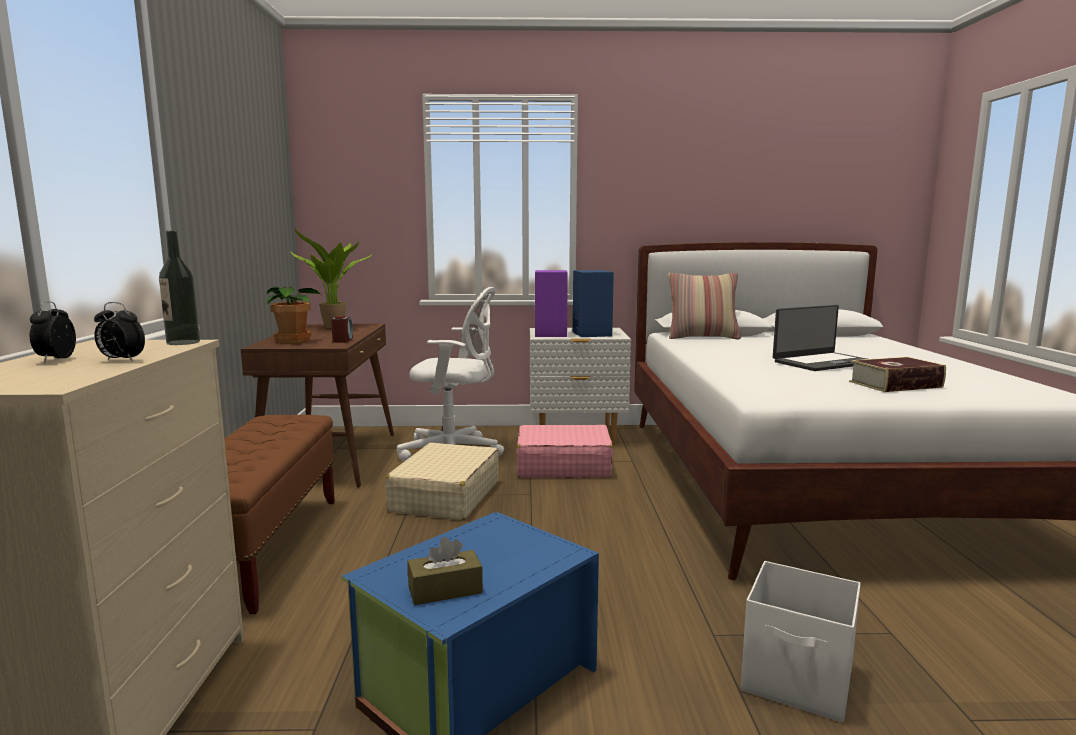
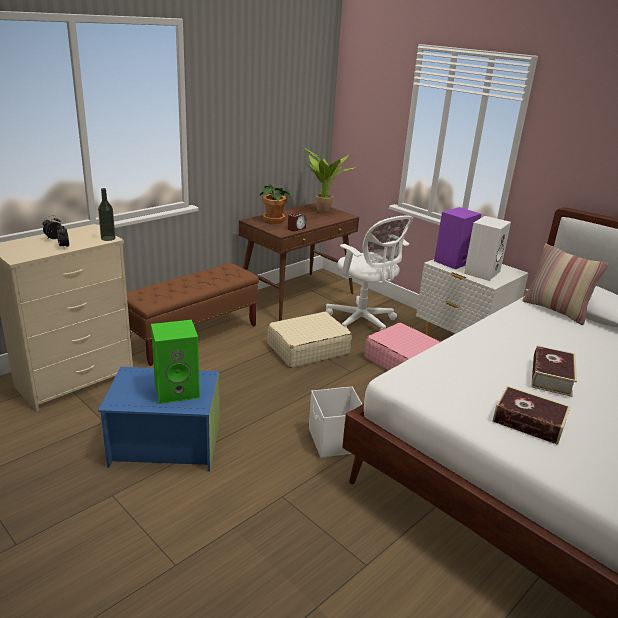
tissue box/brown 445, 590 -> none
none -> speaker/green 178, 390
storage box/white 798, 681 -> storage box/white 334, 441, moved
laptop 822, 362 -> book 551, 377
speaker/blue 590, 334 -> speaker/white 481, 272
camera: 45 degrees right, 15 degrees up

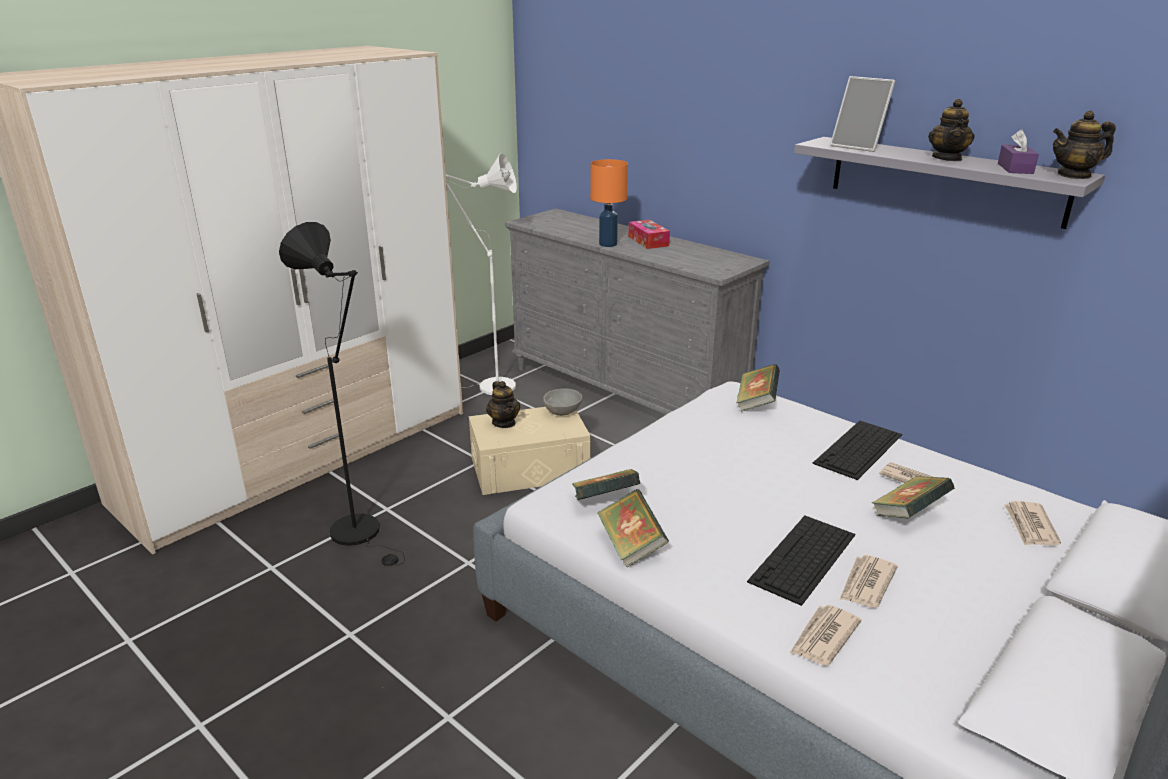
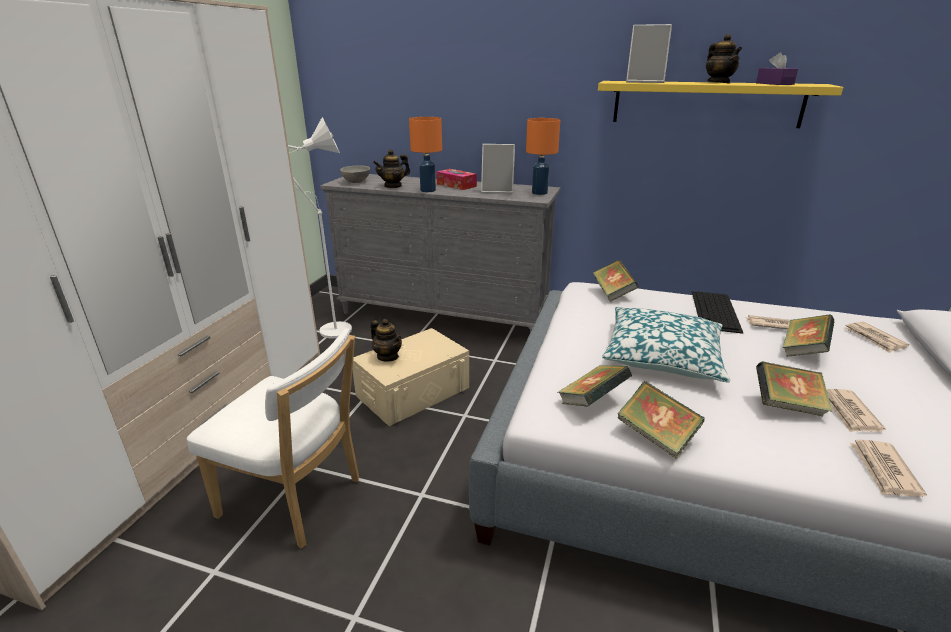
none -> picture frame 497, 190
none -> table lamp/orange 539, 193
none -> pillow 662, 355
bowl/grey 563, 413 -> bowl/grey 357, 182, moved
teapot 1074, 175 -> teapot 393, 186, moved
floor lamp/black 362, 534 -> chair/white 296, 499
keyboard 803, 558 -> book 787, 405
shelf/grey 945, 180 -> shelf/yellow 706, 103
camera: 25 degrees left, 0 degrees up

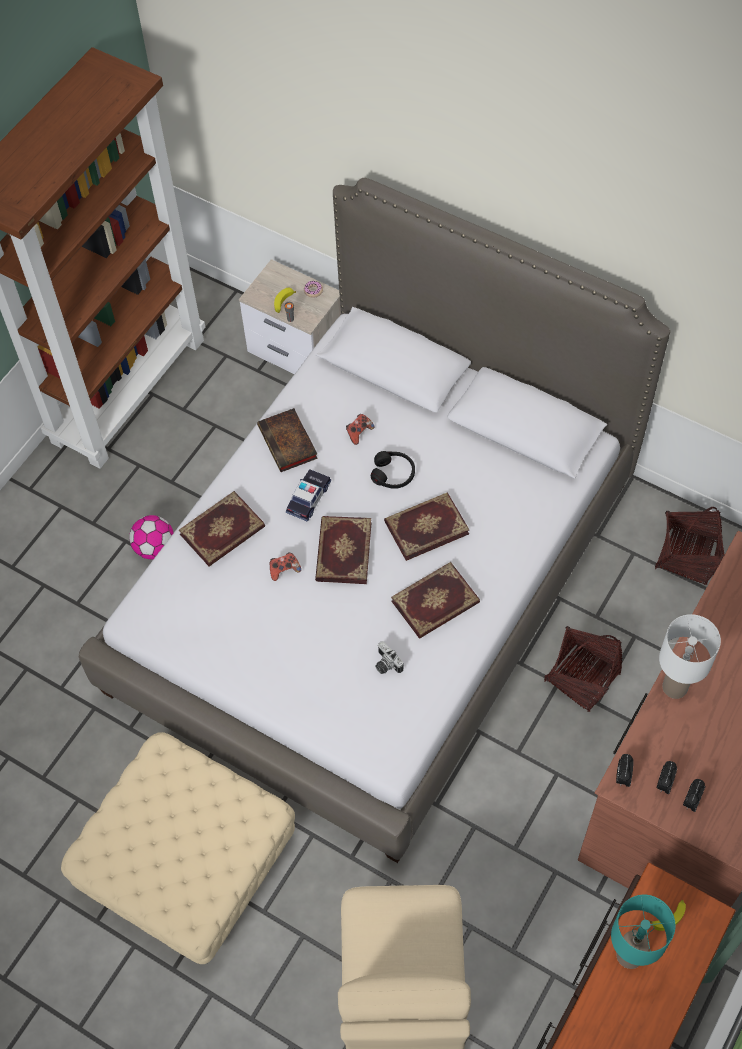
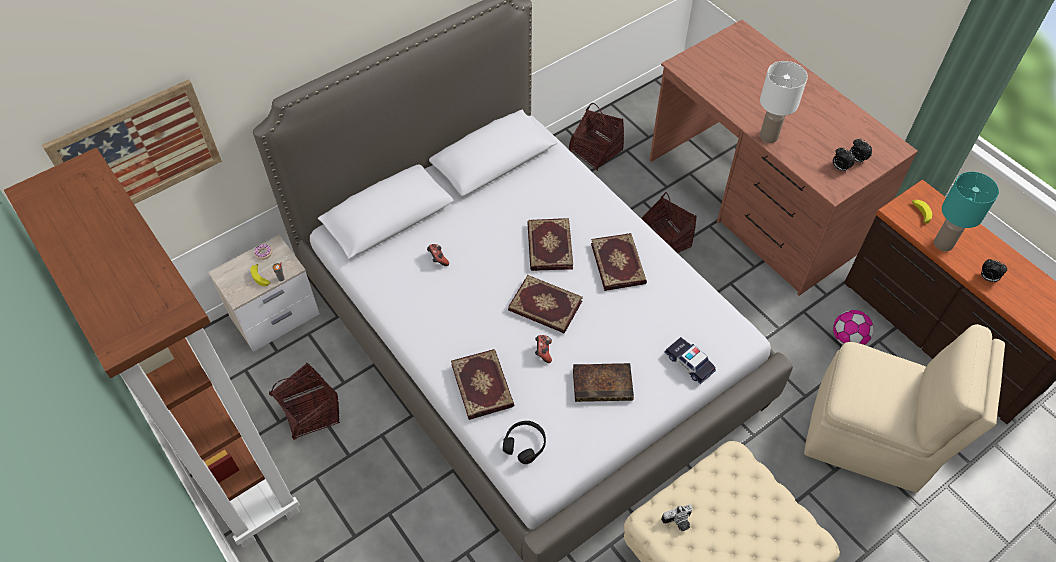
none -> picture 137, 152
none -> basket 310, 412
football 155, 548 -> football 848, 339, moved
book 289, 443 -> book 604, 384, moved
toy car 308, 498 -> toy car 689, 363, moved
headphones/black 393, 474 -> headphones/black 525, 444, moved
photo camera 385, 664 -> photo camera 678, 522, moved
alarm clock 622, 777 -> alarm clock 987, 278, moved
camera: 70 degrees left, 5 degrees down

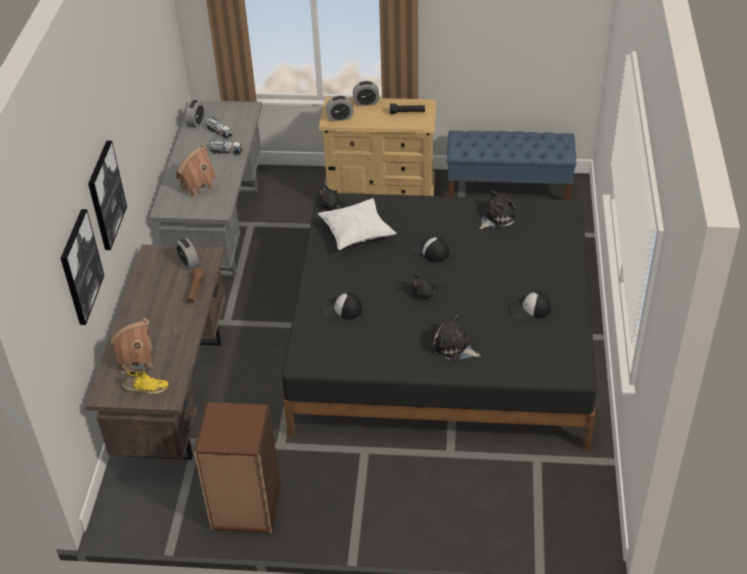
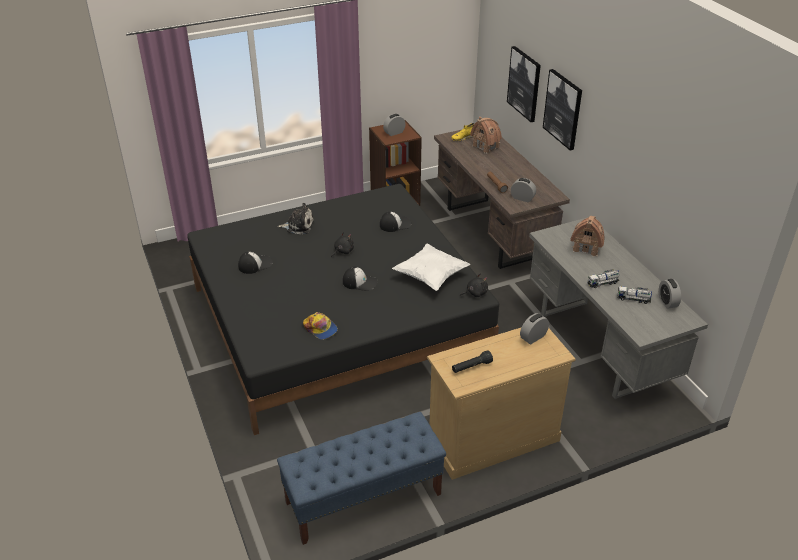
alarm clock 366, 103 -> alarm clock 394, 132, moved
plush toy 497, 218 -> cap 320, 328
camera: 150 degrees right, 5 degrees down

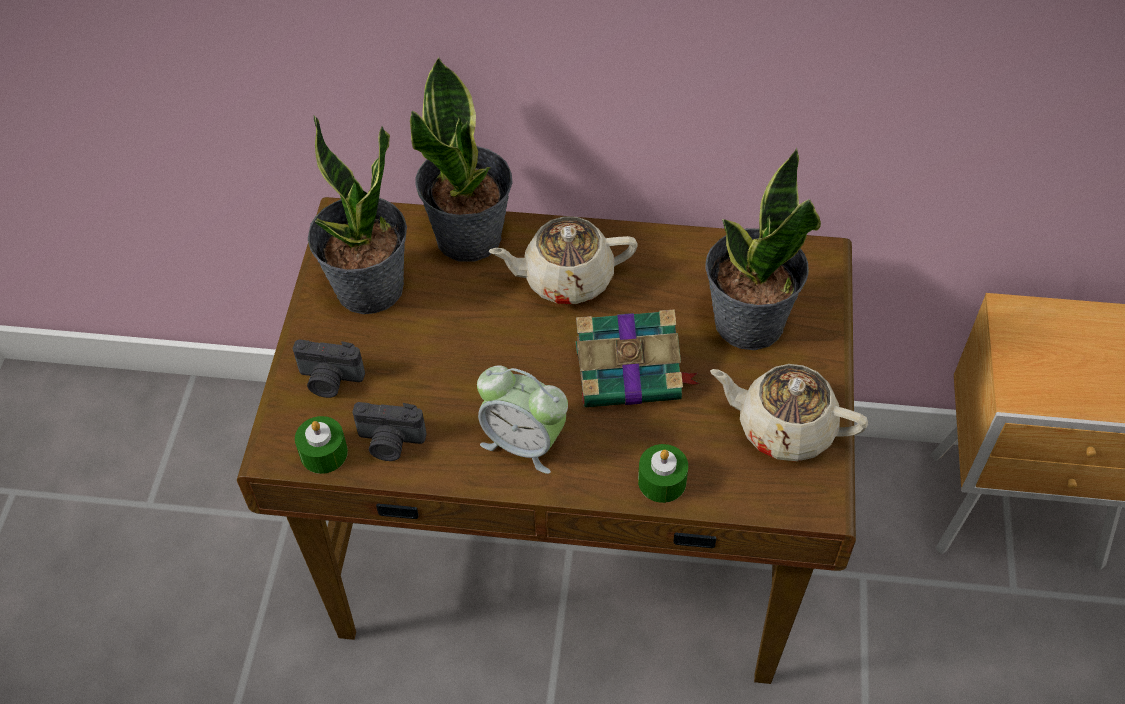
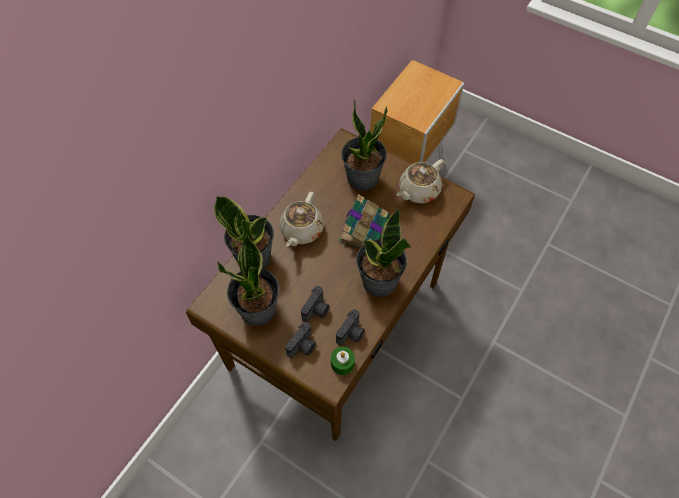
candle/green 662, 481 -> none
none -> photo camera 316, 310
alarm clock 524, 442 -> potted plant 379, 282
camera: 65 degrees left, 5 degrees up

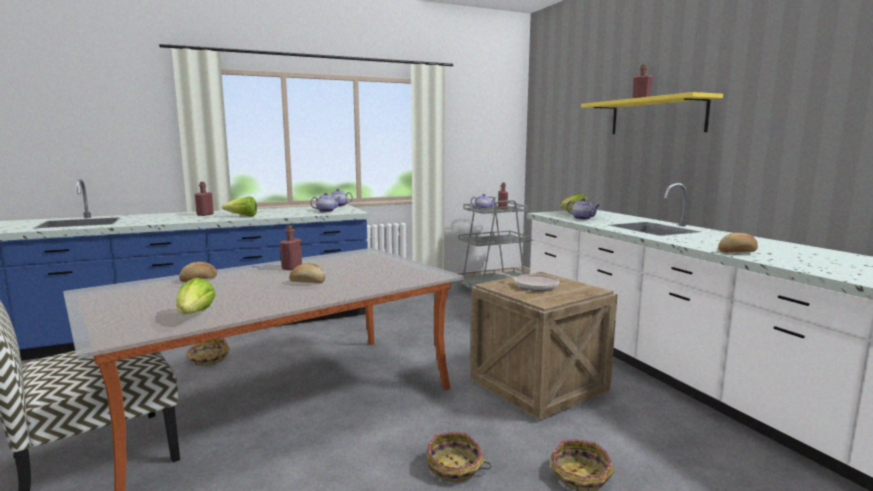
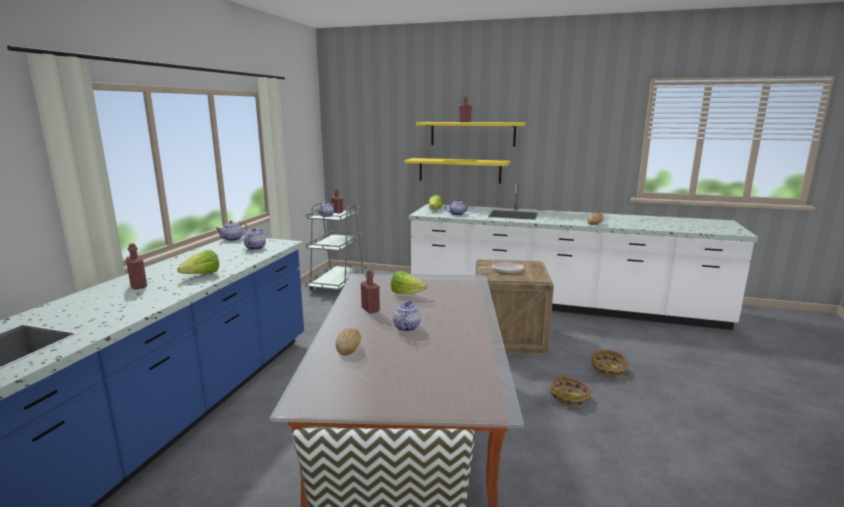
basket 208, 359 -> none
bread 307, 282 -> none
none -> teapot 406, 327
none -> shelf/yellow 459, 170
lettuce 195, 315 -> lettuce 406, 294, moved
camera: 50 degrees left, 5 degrees up

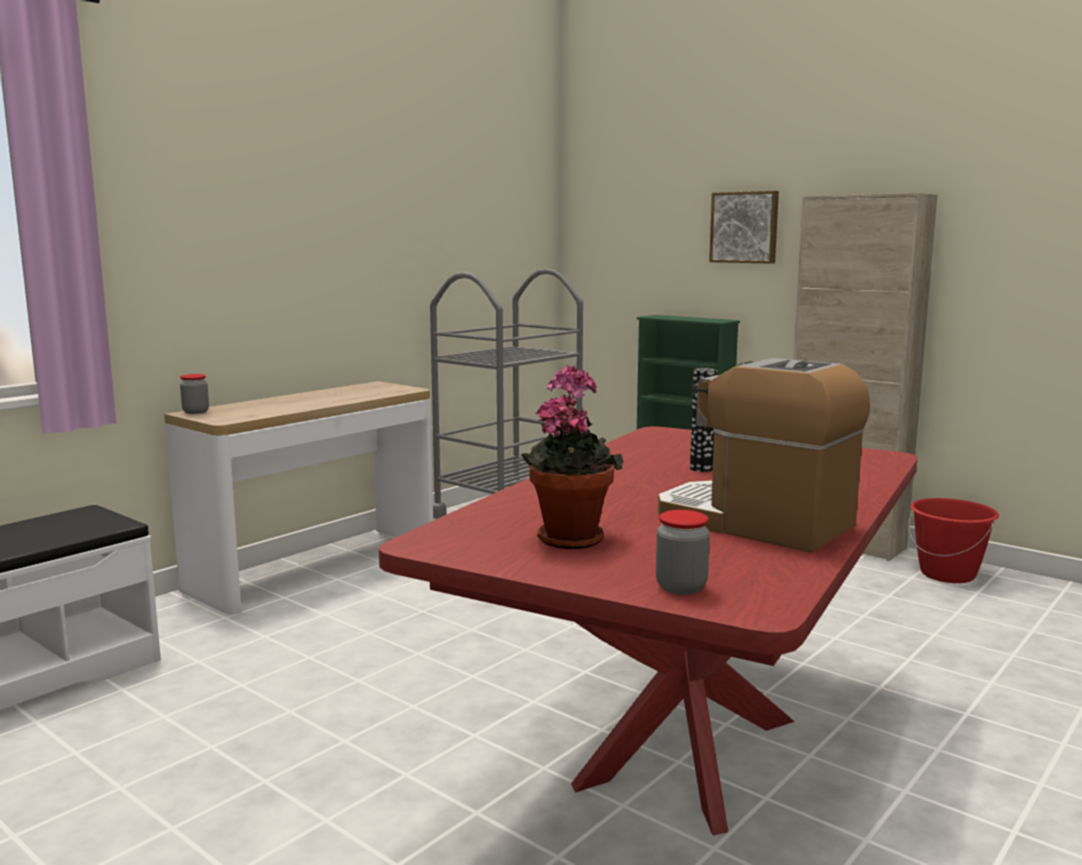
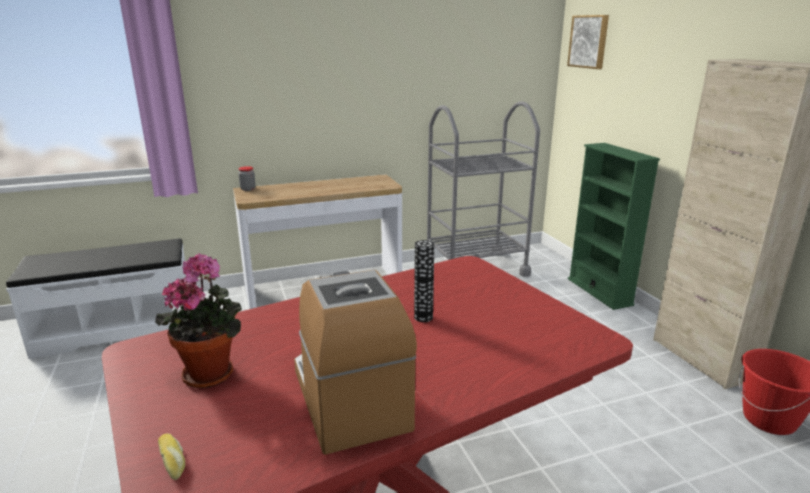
picture 745, 227 -> picture 589, 41, moved
jar 681, 587 -> bread 173, 460
camera: 30 degrees right, 10 degrees up

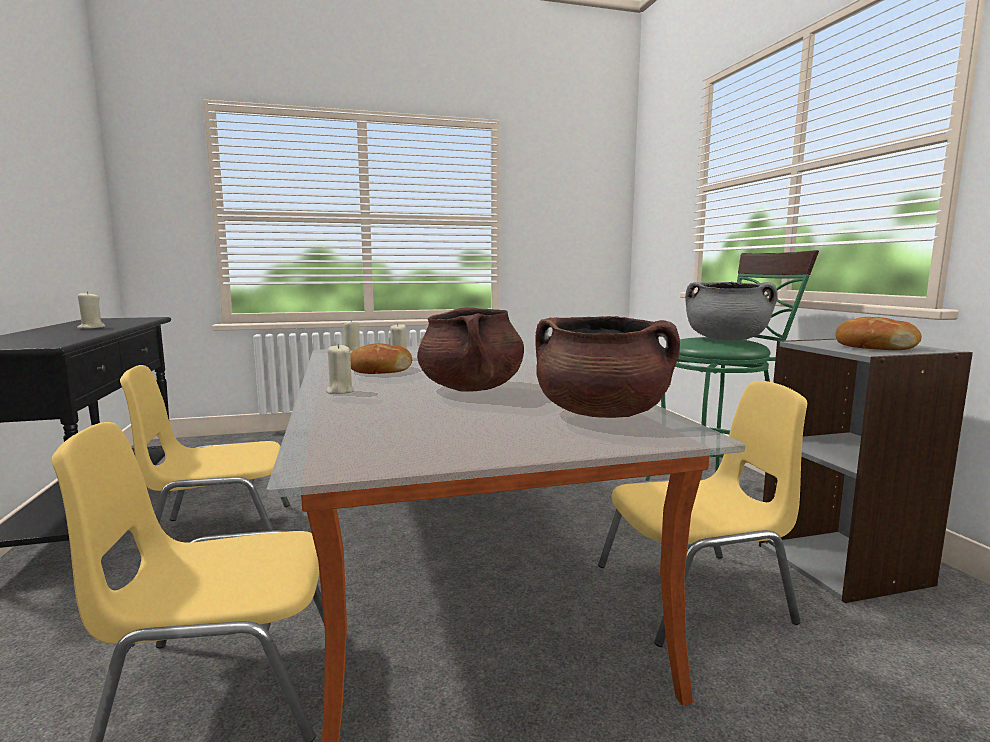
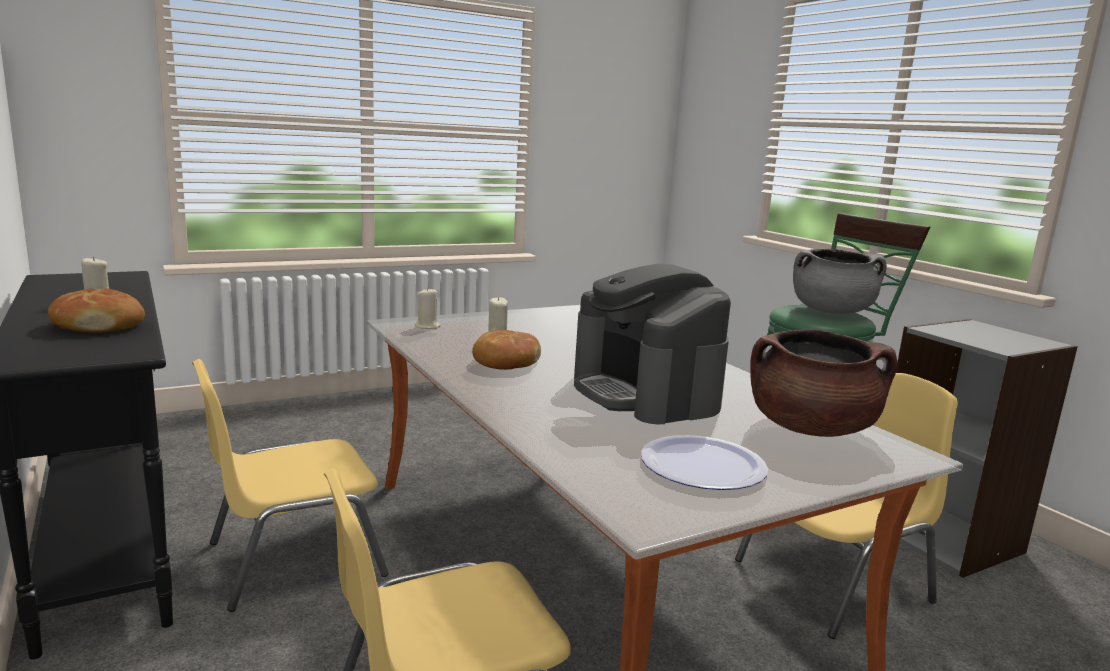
candle/beige 340, 391 -> none
none -> plate 702, 465
bread 874, 347 -> bread 99, 325, moved
cooking pot/brown 471, 389 -> coffee machine 645, 393
camera: 15 degrees left, 5 degrees up

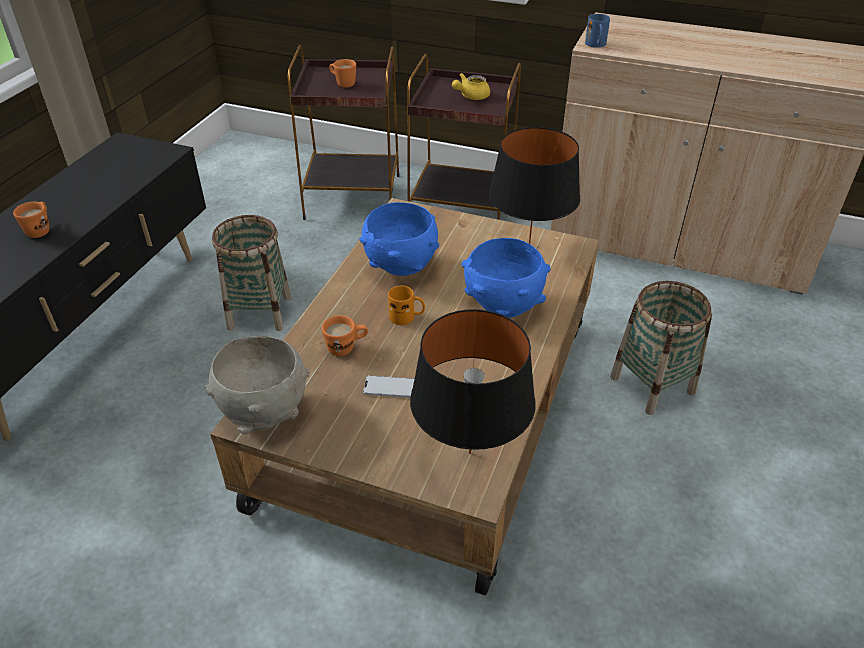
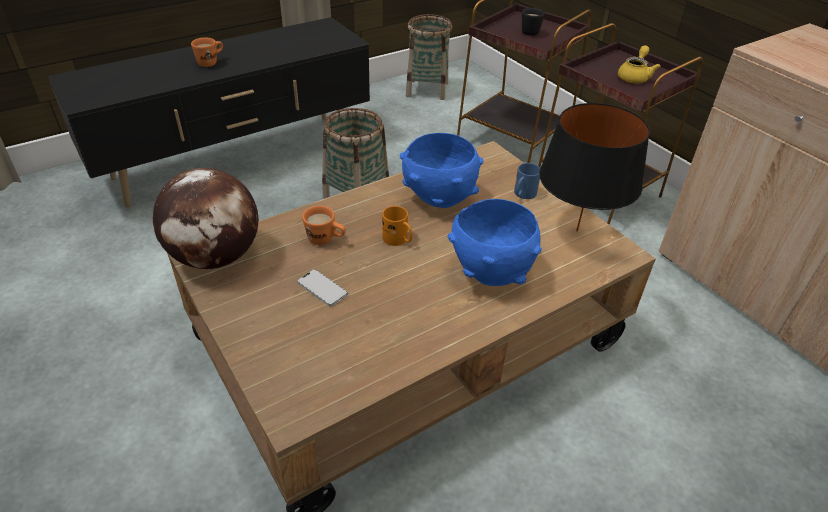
table lamp/black 470, 453 -> none
mug/blue 596, 45 -> mug/blue 523, 195, moved
basket 652, 385 -> basket 427, 89, moved
bowl/grey 265, 412 -> globe 216, 257
mug/orange 342, 83 -> mug/black 528, 31
teapot/yellow 471, 96 -> teapot/yellow 634, 76, 120 degrees clockwise
camera: 35 degrees right, 0 degrees up

